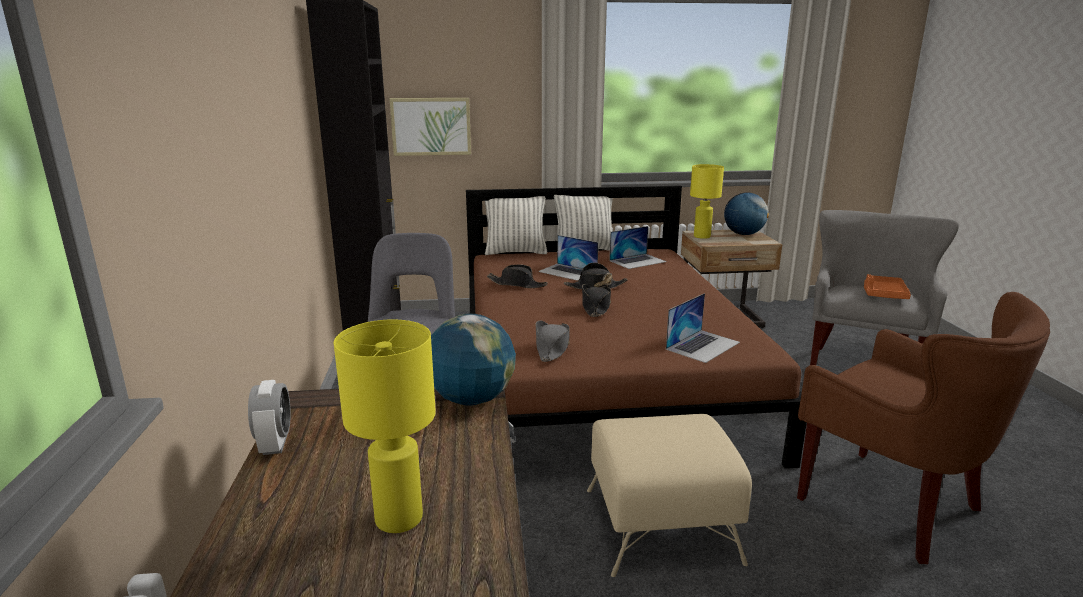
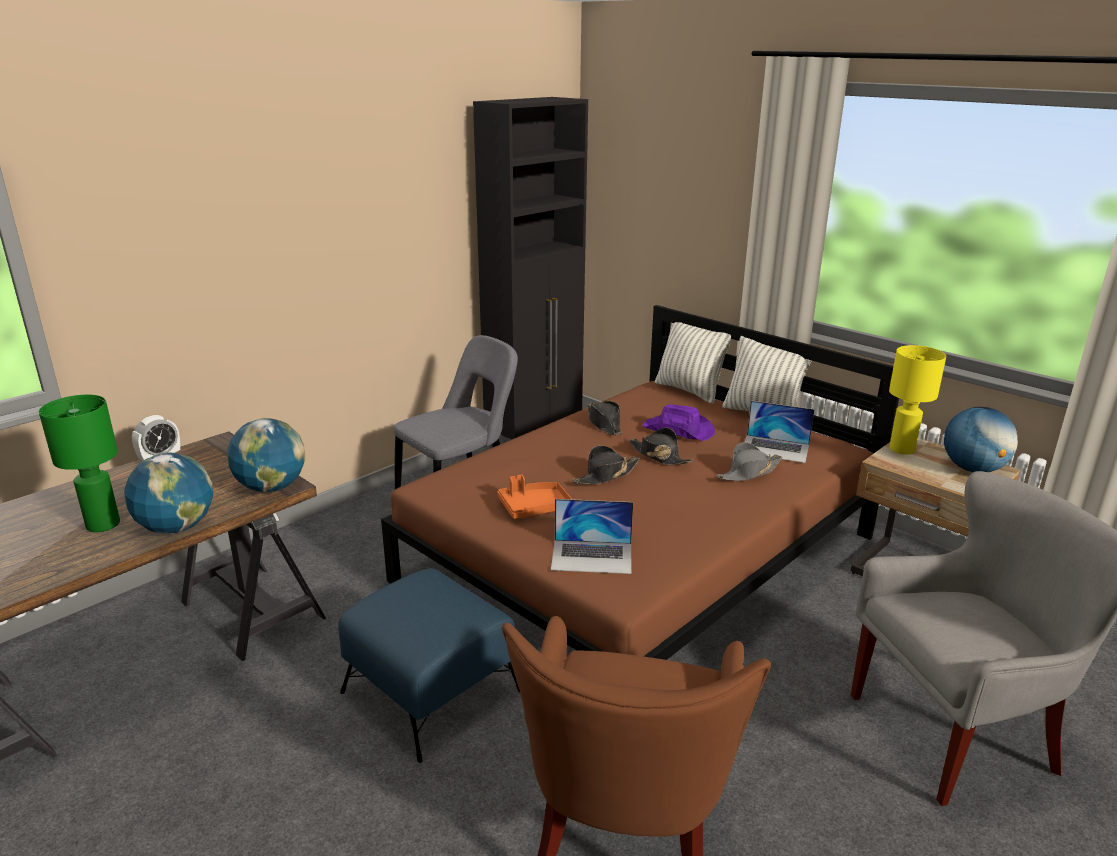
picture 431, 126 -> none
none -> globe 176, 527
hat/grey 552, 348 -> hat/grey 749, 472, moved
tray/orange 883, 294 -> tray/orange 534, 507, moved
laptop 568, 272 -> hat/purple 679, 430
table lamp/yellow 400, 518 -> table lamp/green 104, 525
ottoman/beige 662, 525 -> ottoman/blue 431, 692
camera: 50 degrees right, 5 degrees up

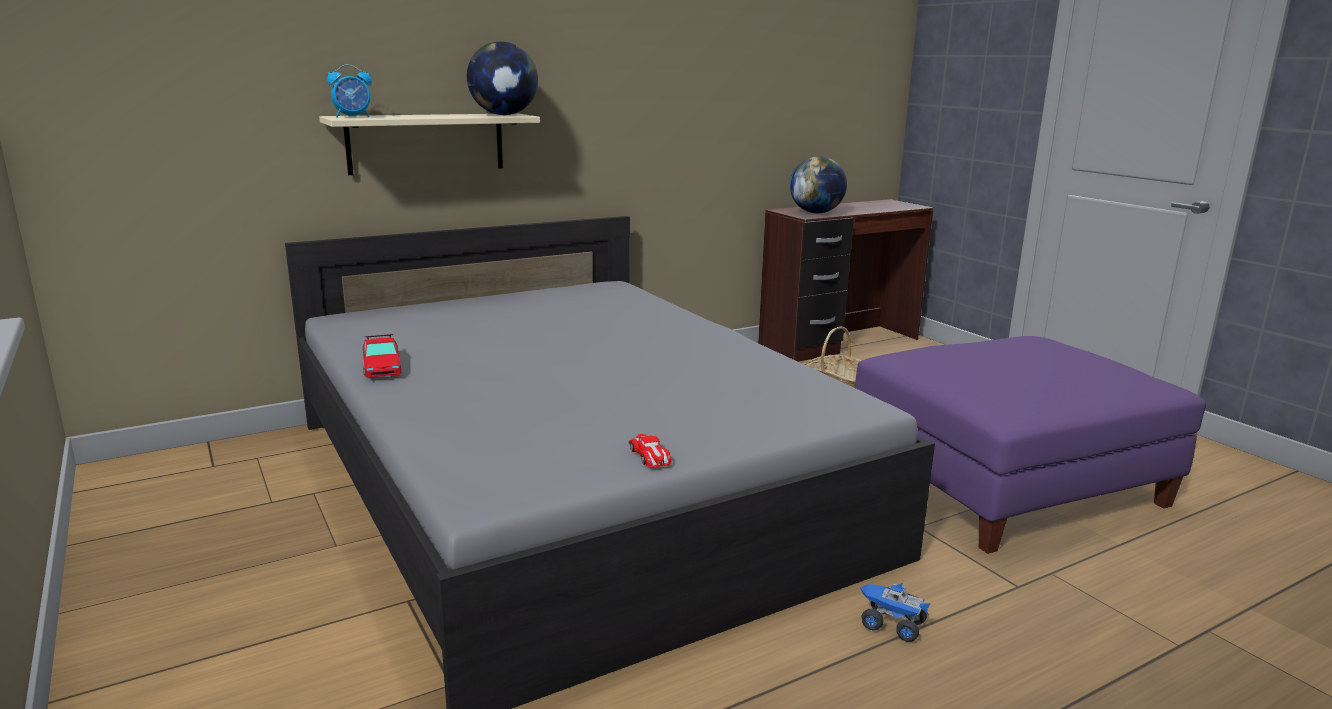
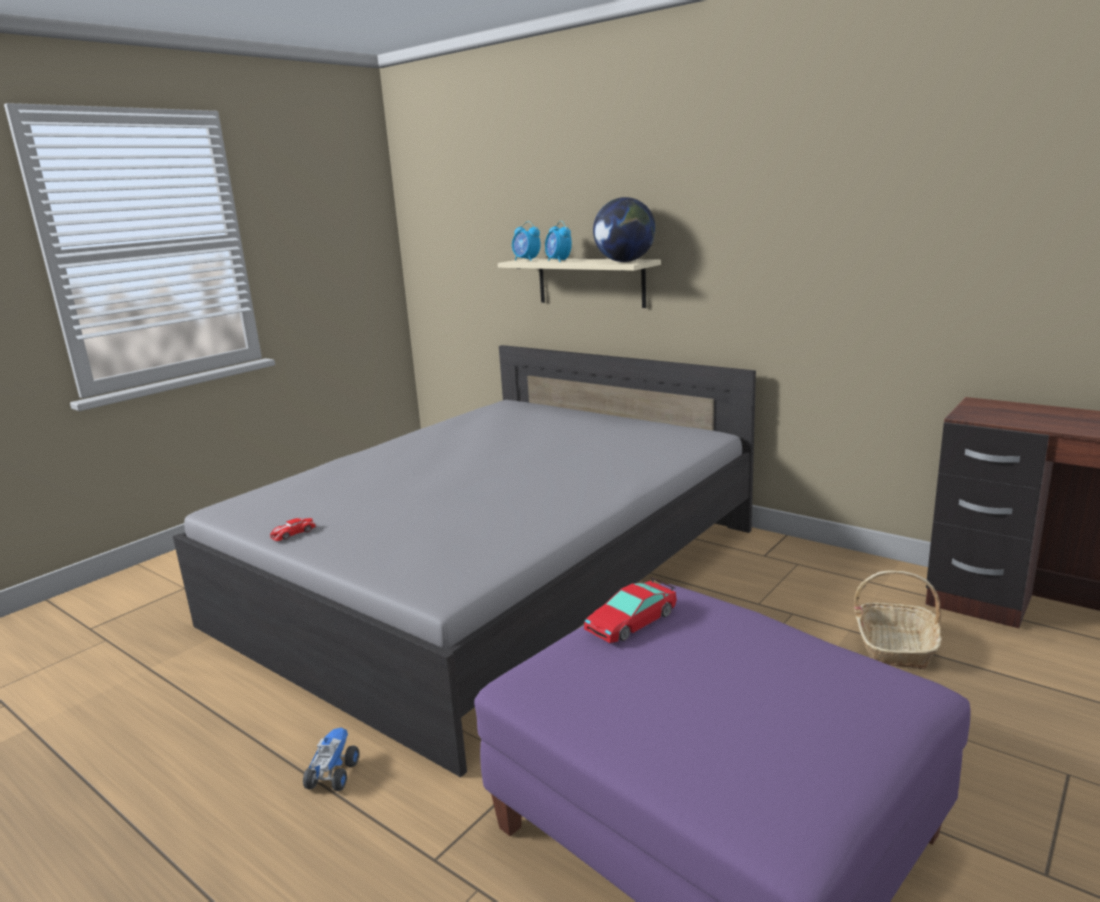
globe 816, 213 -> none
none -> alarm clock 558, 261
toy car 381, 366 -> toy car 631, 621, moved
camera: 70 degrees right, 0 degrees up

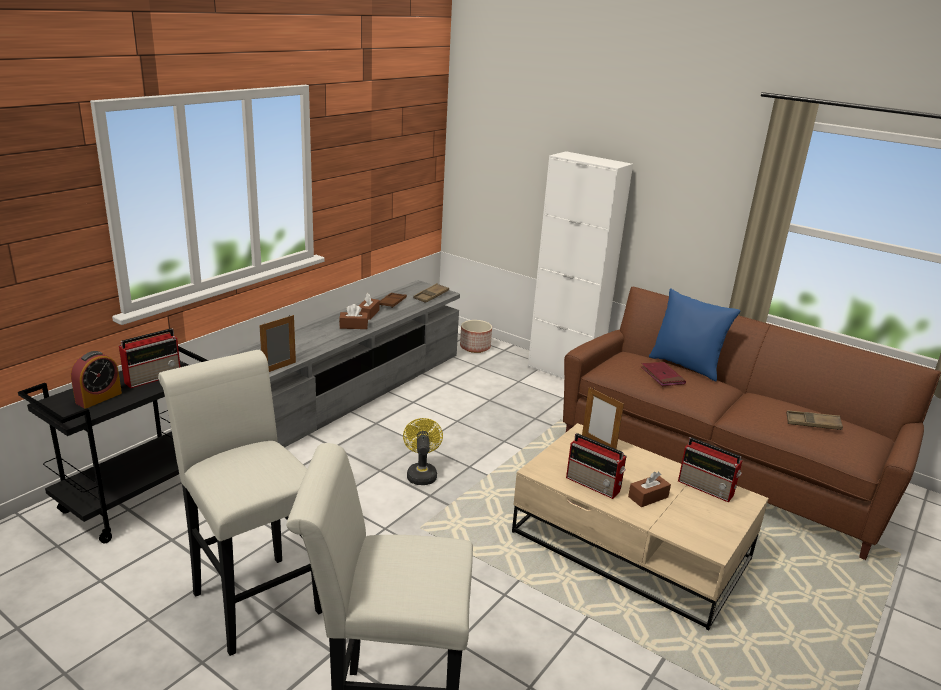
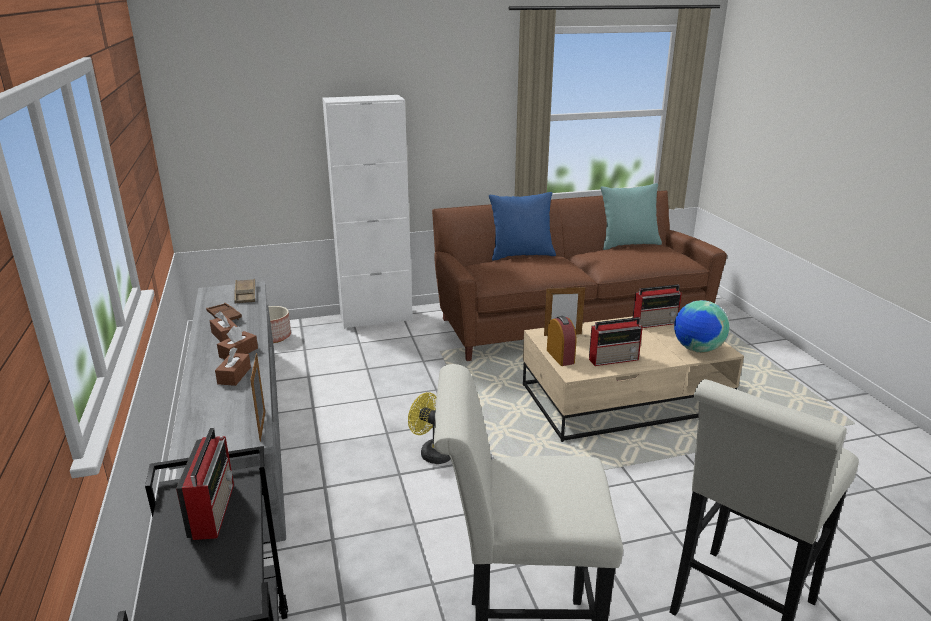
book/red 662, 376 -> none
tray/brown 812, 424 -> none
none -> pillow/turquoise 628, 244
none -> globe 697, 349
alarm clock 99, 398 -> alarm clock 560, 356, moved
tissue box/brown 648, 497 -> tissue box/brown 234, 375, moved
camera: 50 degrees left, 0 degrees up

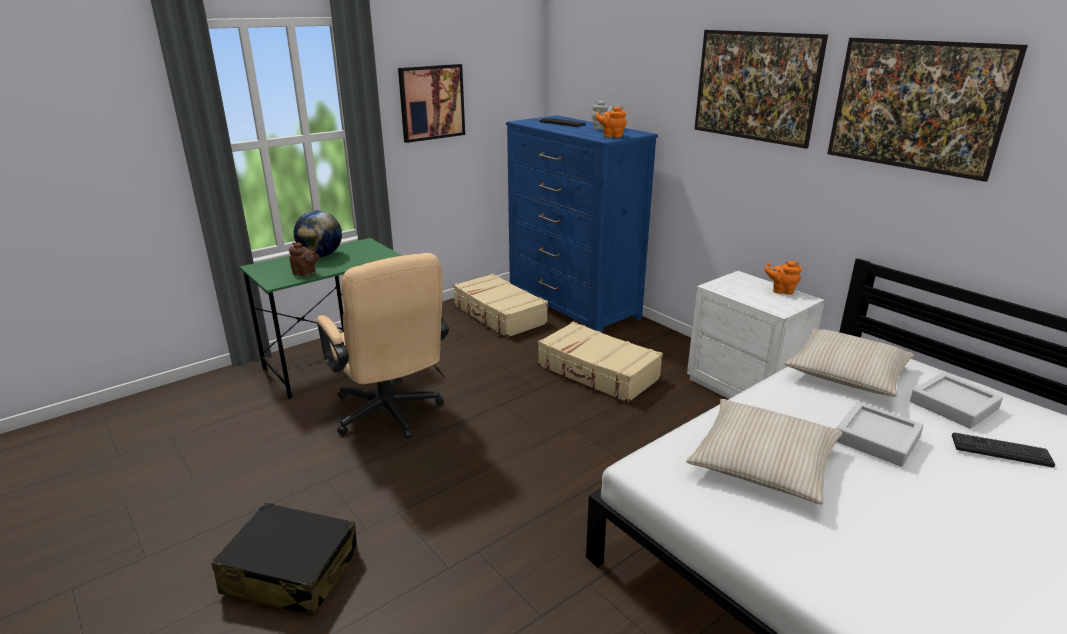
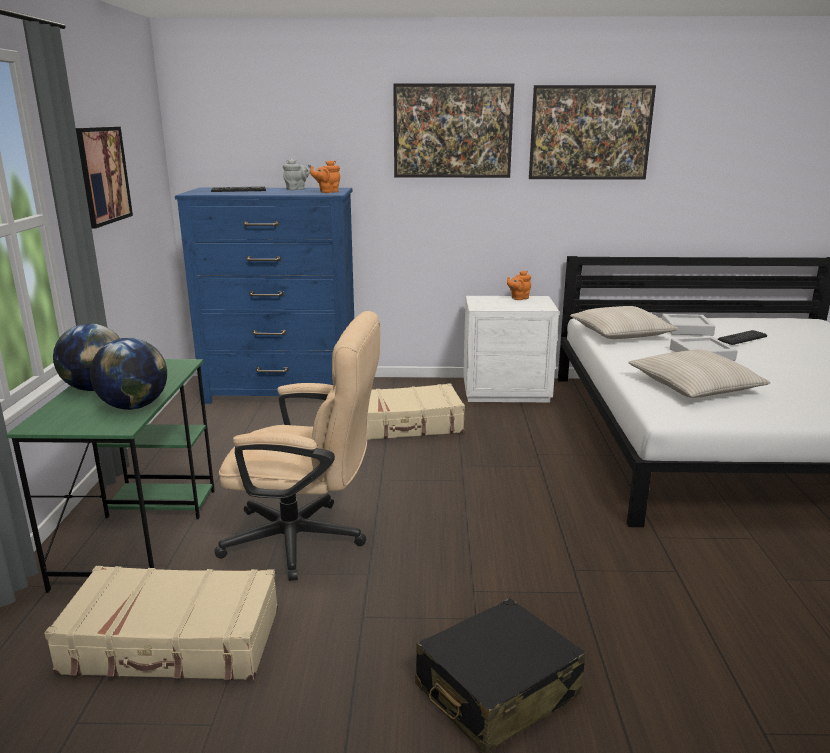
suitcase/beige 499, 315 -> suitcase/beige 173, 642, moved
teapot/brown 306, 274 -> globe 134, 406
camera: 50 degrees left, 5 degrees down

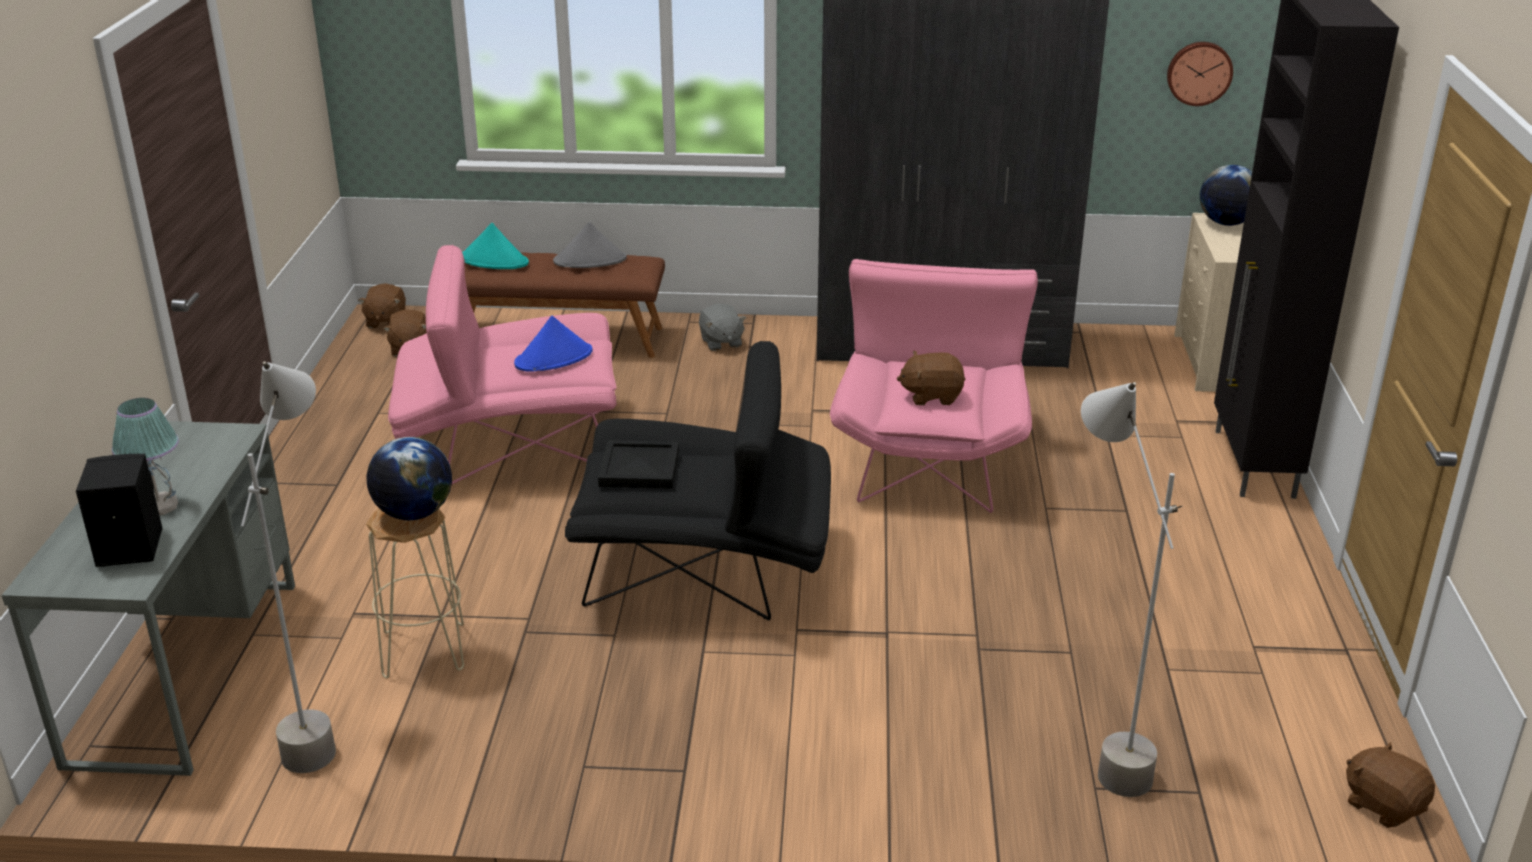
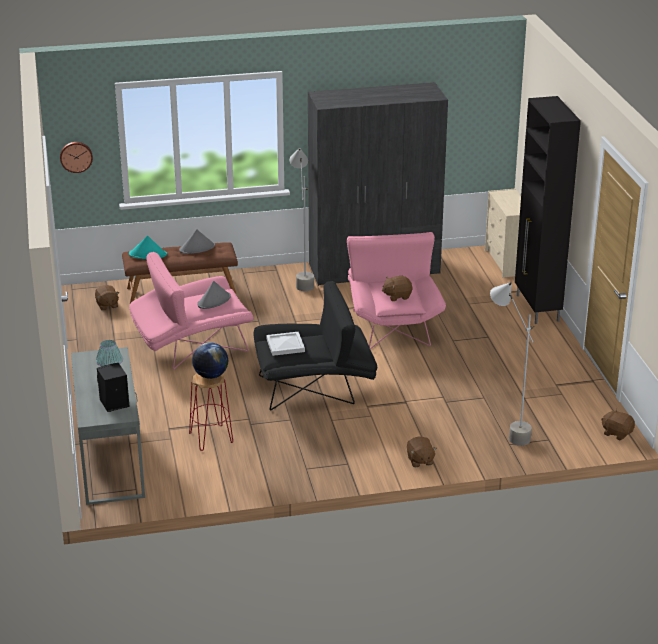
plush toy/grey 721, 342 -> none
globe 1226, 223 -> none
floor lamp/grey 323, 725 -> floor lamp/grey 302, 279, moved
plush toy/brown 385, 321 -> plush toy/brown 420, 460, moved
wall clock 1199, 72 -> wall clock 76, 156, moved
stool/beige 424, 651 -> stool/red 211, 438
hat/blue 554, 358 -> hat/grey 214, 301
tray/black 638, 469 -> tray/white 285, 345
camera: 15 degrees left, 0 degrees up

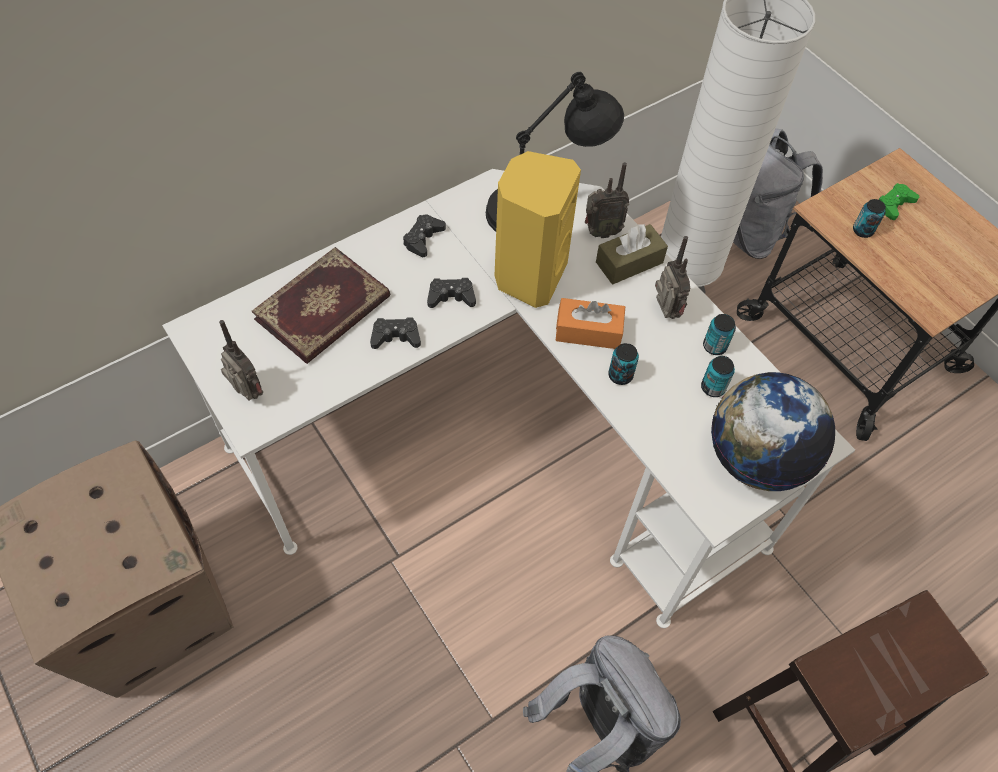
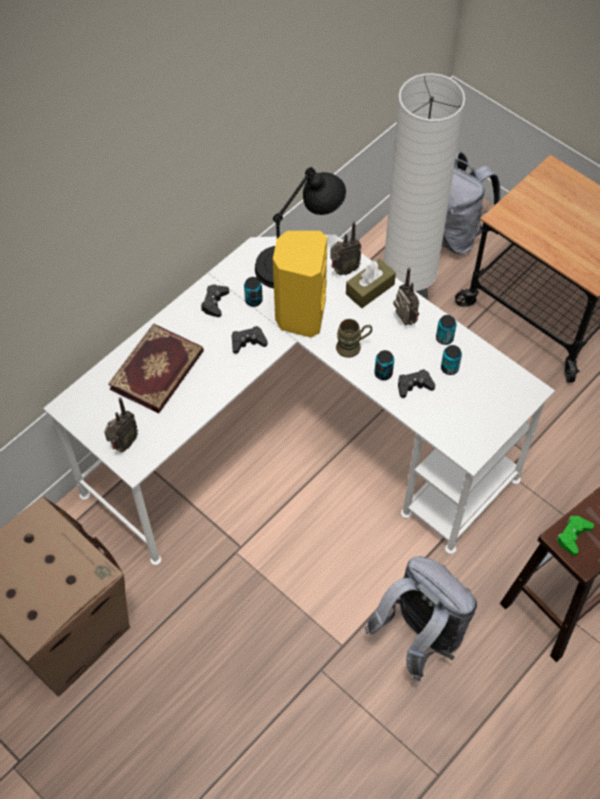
globe 756, 458 -> none
game controller/black 396, 337 -> game controller/black 414, 386, moved
can 862, 230 -> can 253, 300, moved
game controller/green 894, 205 -> game controller/green 573, 536, moved
tissue box/orange 588, 331 -> mug/brown 353, 346
radio 248, 394 -> radio 123, 444, 90 degrees clockwise
camera: 10 degrees left, 0 degrees up

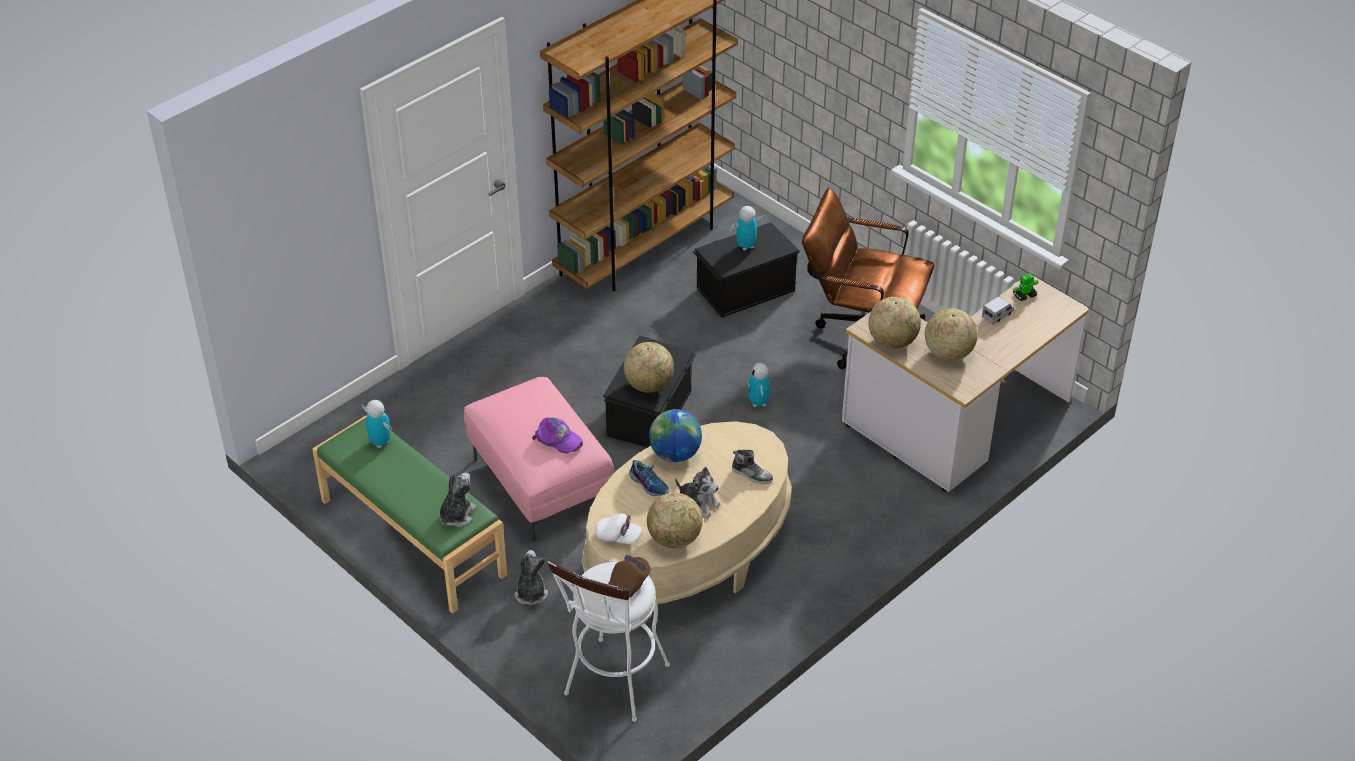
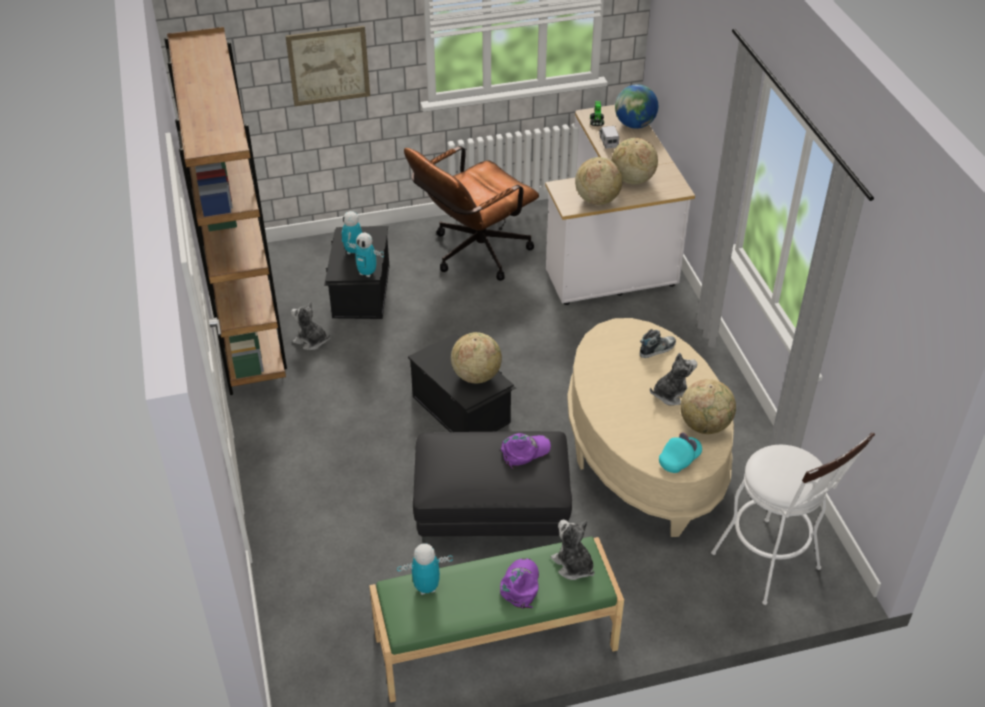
cap/brown 629, 583 -> none
shoe 649, 484 -> none
none -> picture 328, 65
none -> cap/purple 520, 585
plush toy 531, 593 -> plush toy 311, 341, moved
globe 675, 454 -> globe 634, 125, moved
toy robot 758, 403 -> toy robot 367, 273, moved
ottoman/pink 539, 483 -> ottoman/black 491, 518
cap/white 618, 536 -> cap/turquoise 679, 460
camera: 60 degrees left, 0 degrees up

